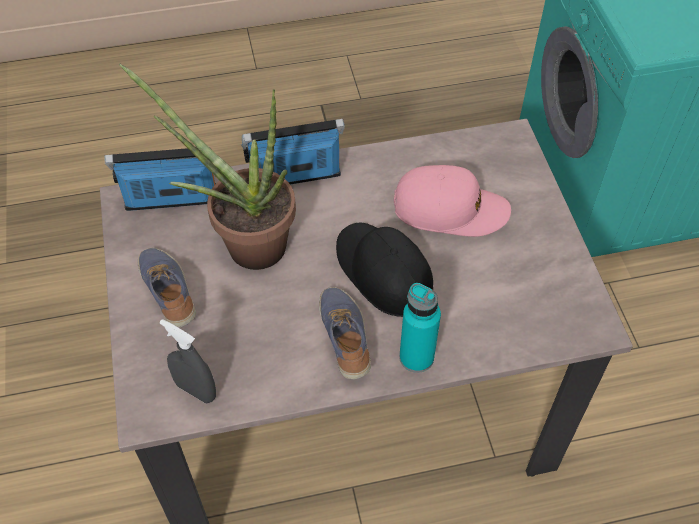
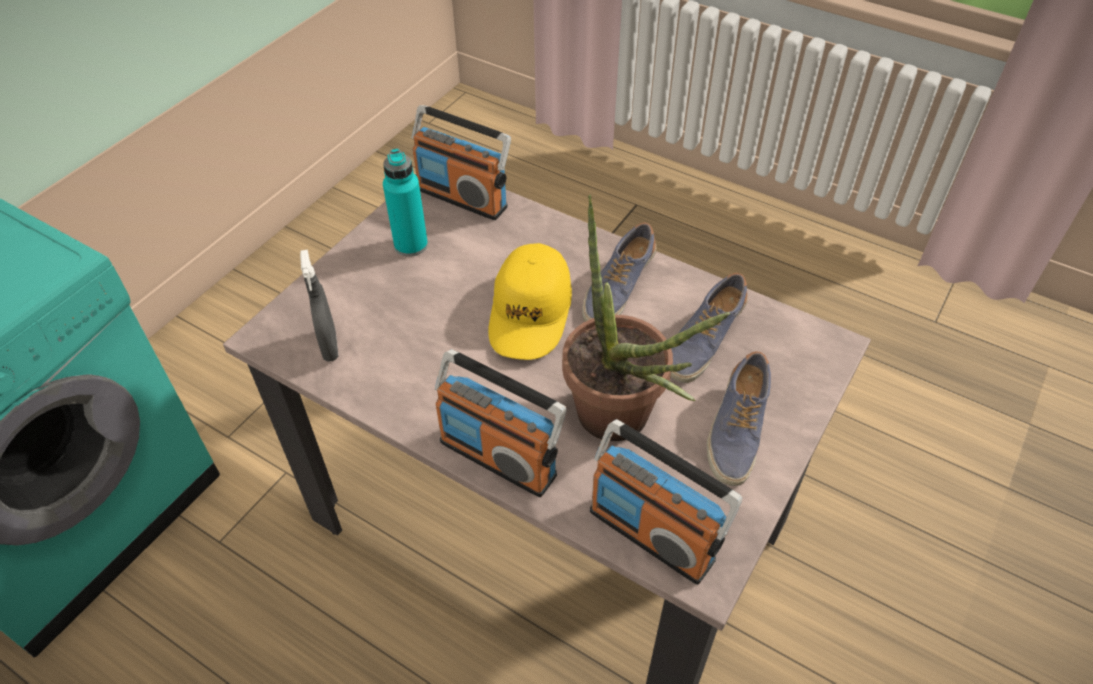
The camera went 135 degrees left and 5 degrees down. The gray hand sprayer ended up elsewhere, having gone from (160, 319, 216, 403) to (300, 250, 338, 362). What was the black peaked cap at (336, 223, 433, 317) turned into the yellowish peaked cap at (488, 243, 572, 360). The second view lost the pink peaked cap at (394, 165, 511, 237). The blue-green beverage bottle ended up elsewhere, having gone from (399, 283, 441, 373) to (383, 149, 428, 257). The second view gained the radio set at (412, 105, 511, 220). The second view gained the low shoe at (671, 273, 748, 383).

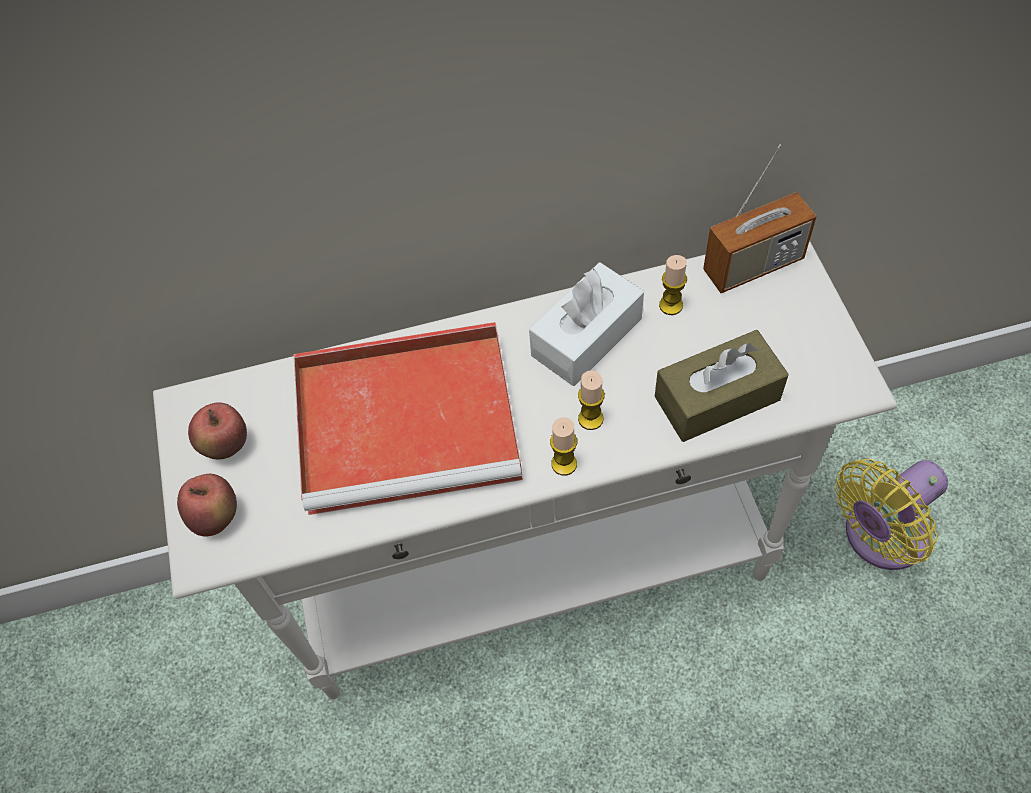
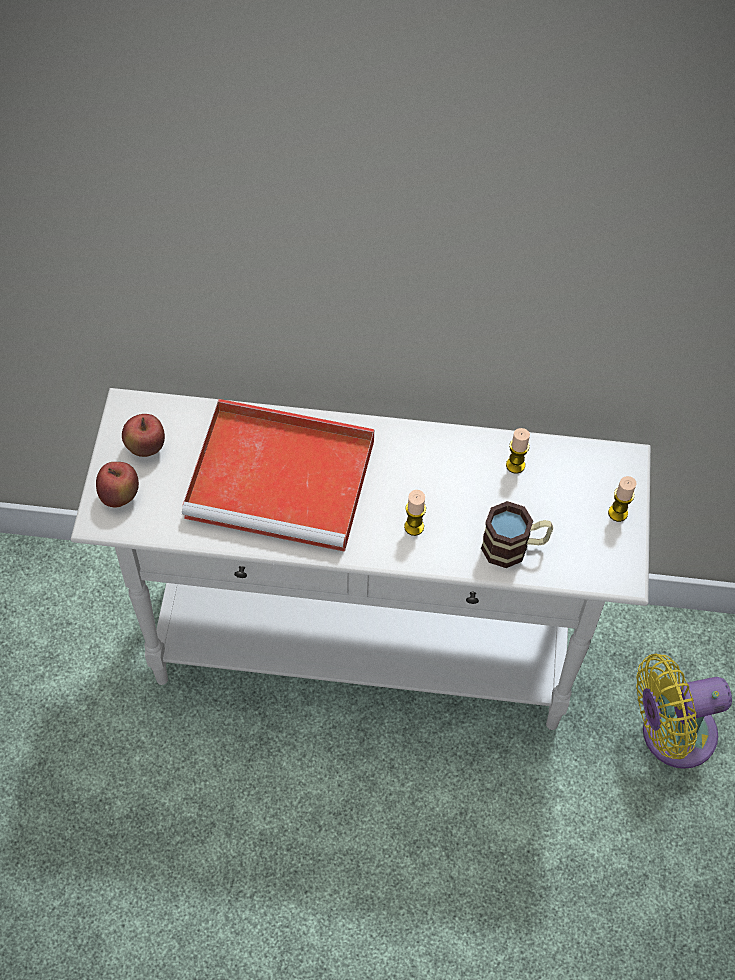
The camera went 15 degrees right and 0 degrees up. The second view lost the whitish tissue holder at (529, 262, 644, 386). The wax light ended up elsewhere, having gone from (550, 417, 577, 476) to (608, 476, 636, 522). Where the brown tissue holder stood at (655, 330, 789, 442), the tea mug came to stand at (481, 501, 553, 568). The second view lost the radio set at (703, 144, 817, 293).

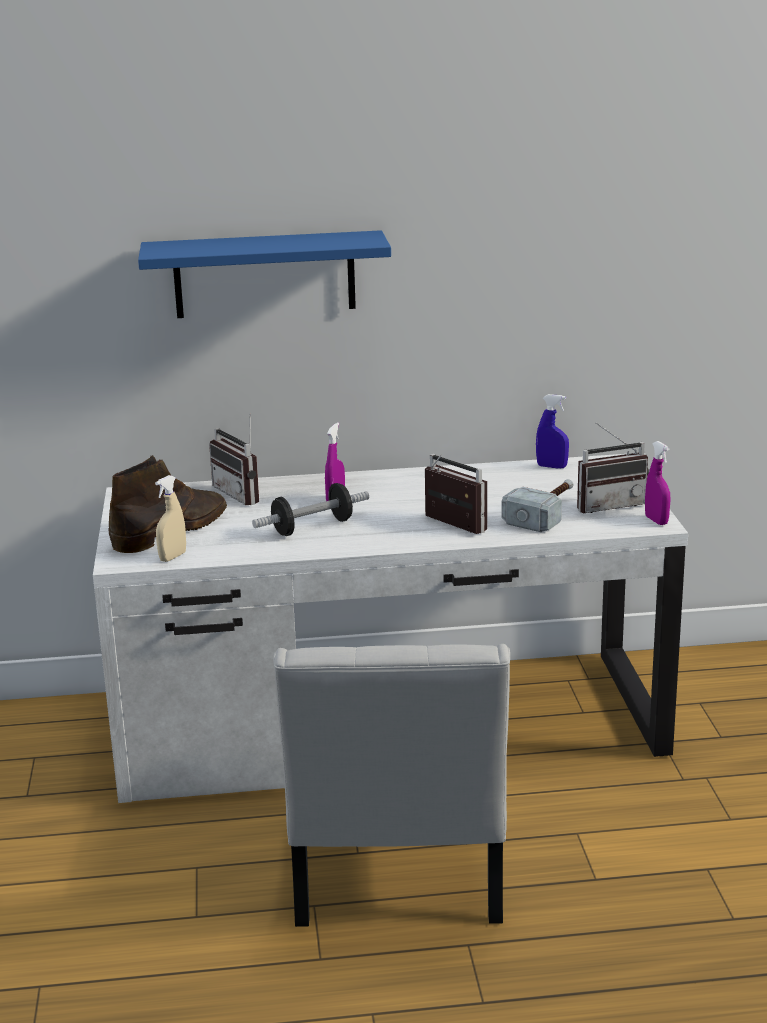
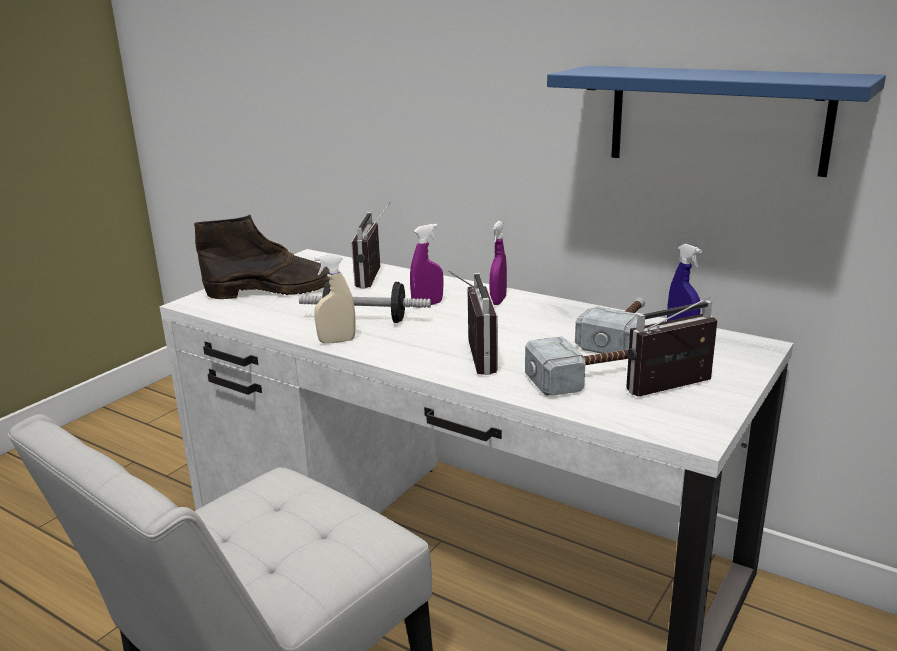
The camera went 40 degrees right and 0 degrees up. The blue-coloured shelf ended up elsewhere, having gone from (138, 230, 391, 318) to (547, 66, 886, 177). The beige-coloured hand sprayer ended up elsewhere, having gone from (155, 475, 186, 562) to (314, 254, 355, 344). The radio set at (577, 422, 649, 513) ended up facing another way, 135 degrees clockwise from before. The purplish hand sprayer ended up elsewhere, having gone from (645, 441, 671, 525) to (490, 221, 507, 305). The second view gained the hammer at (575, 297, 645, 354).

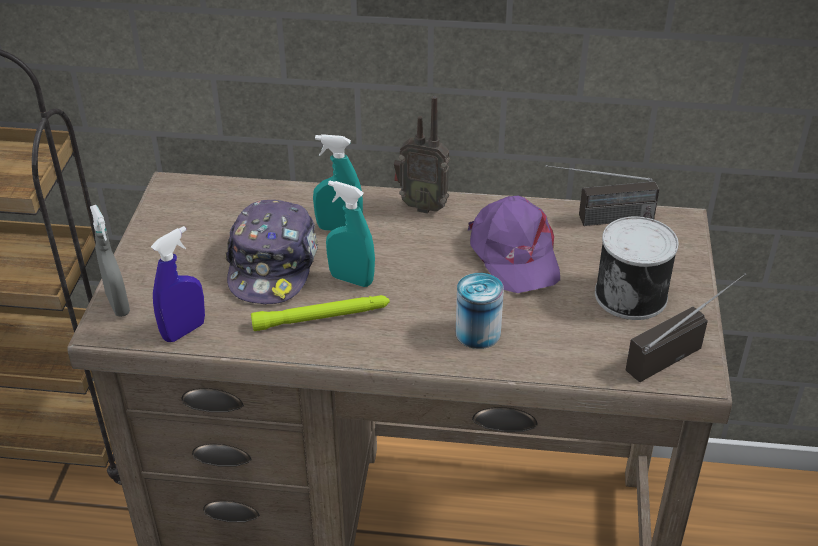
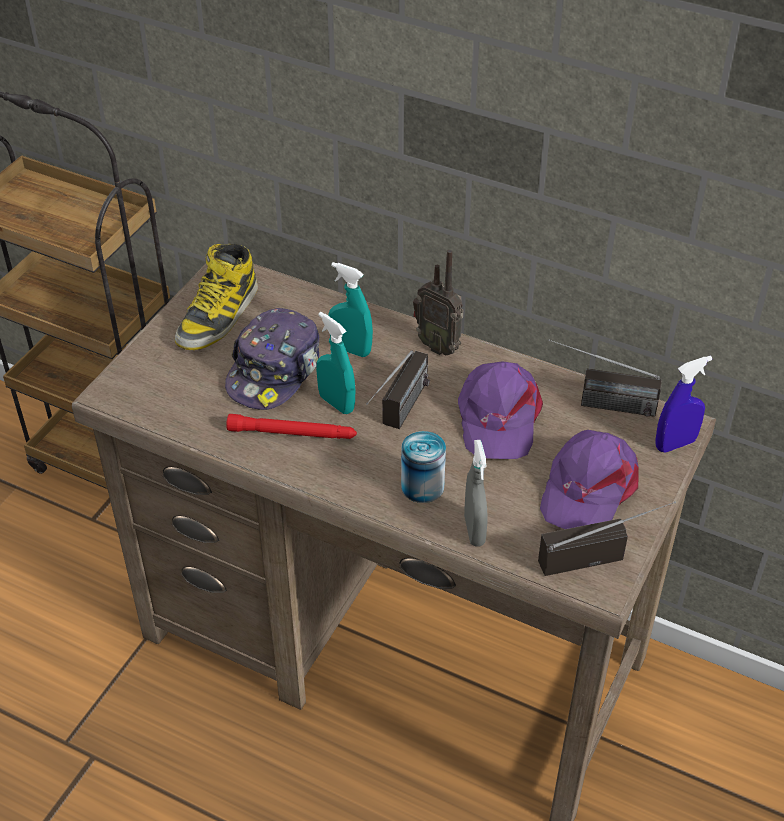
The camera went 20 degrees right and 5 degrees up. The gray hand sprayer ended up elsewhere, having gone from (90, 205, 130, 317) to (464, 440, 488, 547). The blue-coloured hand sprayer ended up elsewhere, having gone from (151, 226, 205, 342) to (656, 356, 712, 452). What was the green-coloured flashlight at (251, 295, 390, 331) turned into the red flashlight at (226, 414, 357, 439). Where the can stood at (595, 216, 679, 320), the purplish peaked cap came to stand at (540, 430, 639, 529). The second view gained the tall boot at (175, 244, 258, 350). The second view gained the radio set at (366, 351, 430, 429).

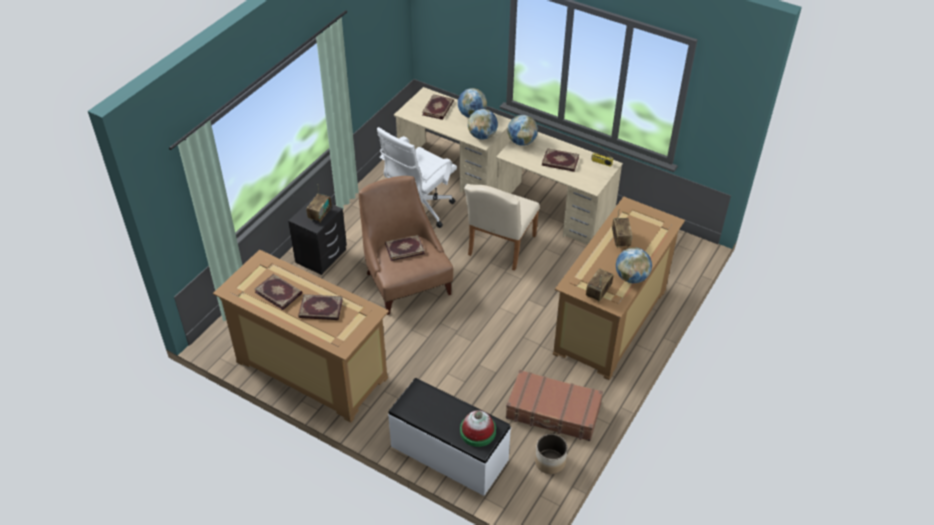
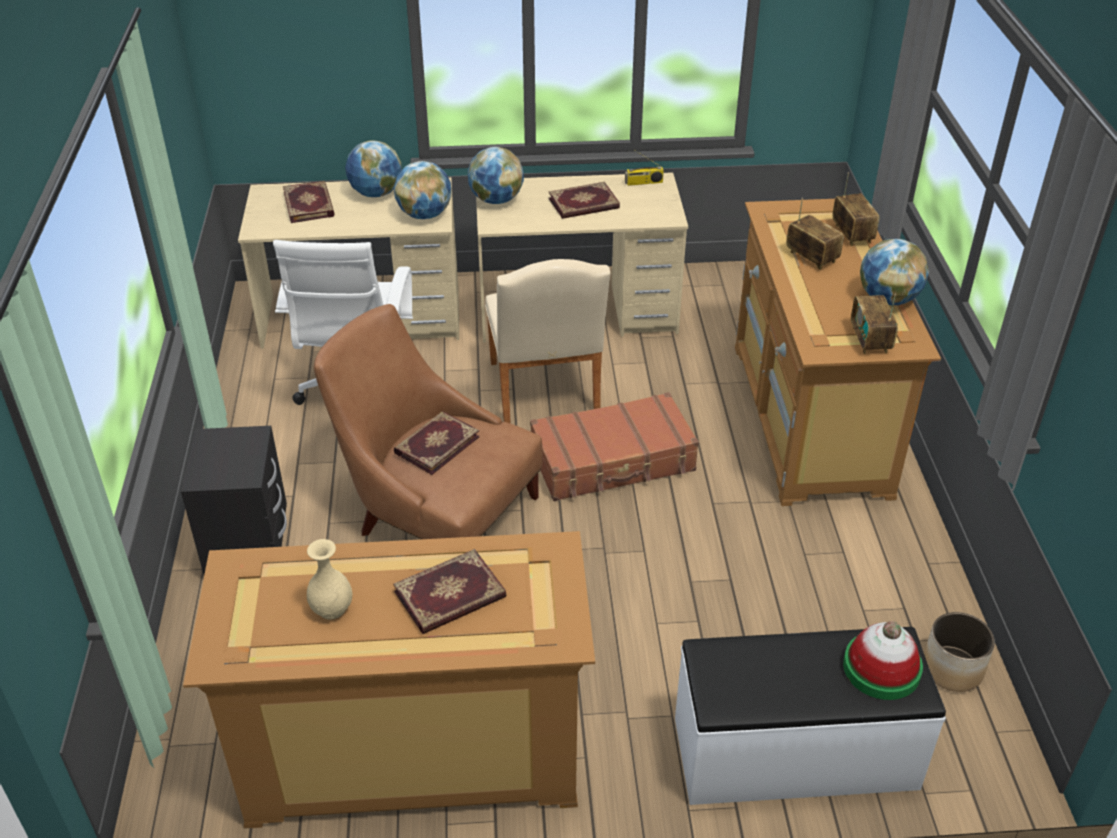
The camera went 35 degrees left and 5 degrees down. Where the bound book stood at (254, 274, 302, 310), the beige-coloured decorative vase came to stand at (307, 539, 352, 620). The radio set ended up elsewhere, having gone from (307, 184, 331, 223) to (832, 172, 879, 246). The brown suitcase ended up elsewhere, having gone from (506, 370, 603, 441) to (530, 392, 699, 501).

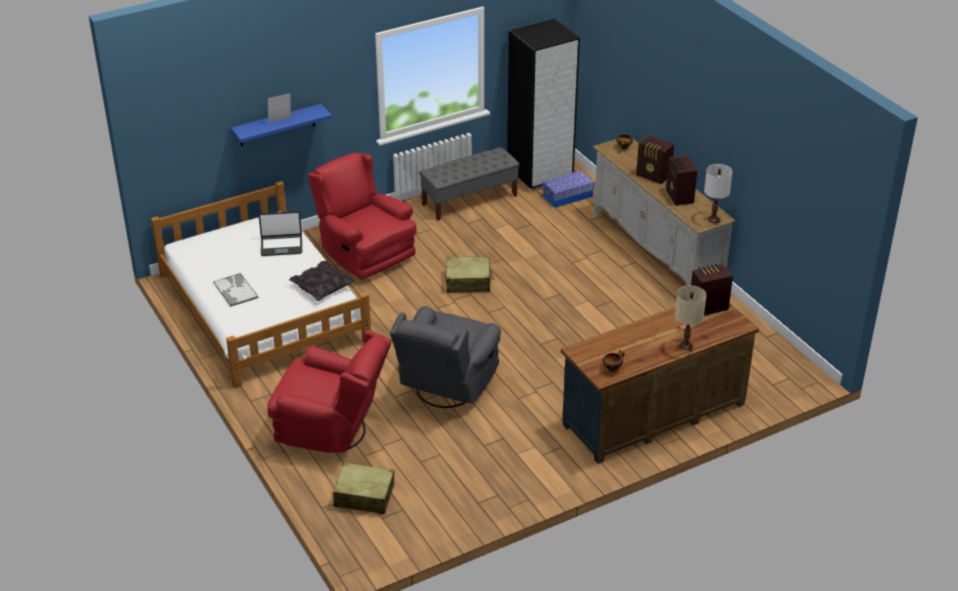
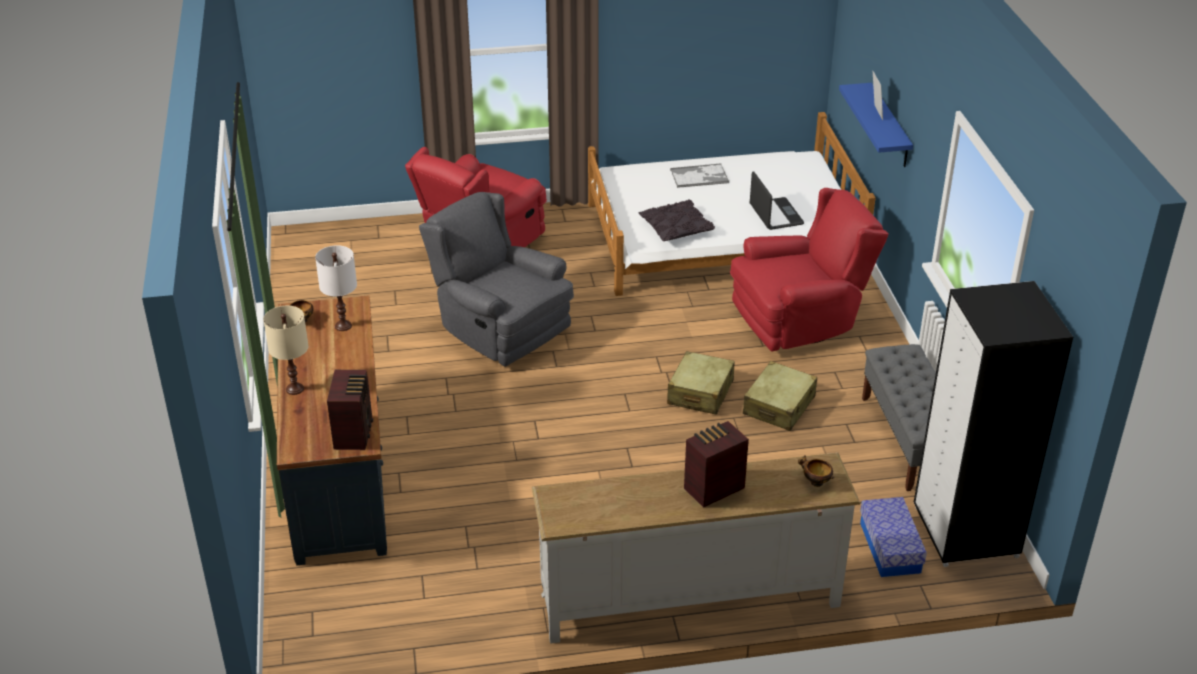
The camera went 110 degrees right and 0 degrees up. The notebook computer at (258, 211, 302, 256) ended up facing another way, 150 degrees clockwise from before. The beige-coloured suitcase ended up elsewhere, having gone from (333, 462, 394, 514) to (743, 361, 817, 431). The second view lost the radio set at (666, 155, 697, 206). The whitish tabletop lamp ended up elsewhere, having gone from (704, 164, 733, 223) to (315, 245, 357, 331).

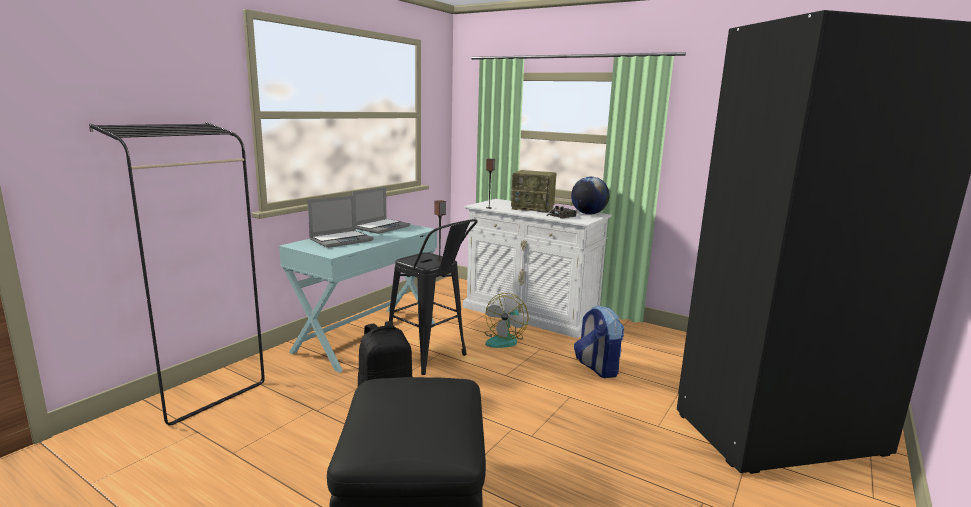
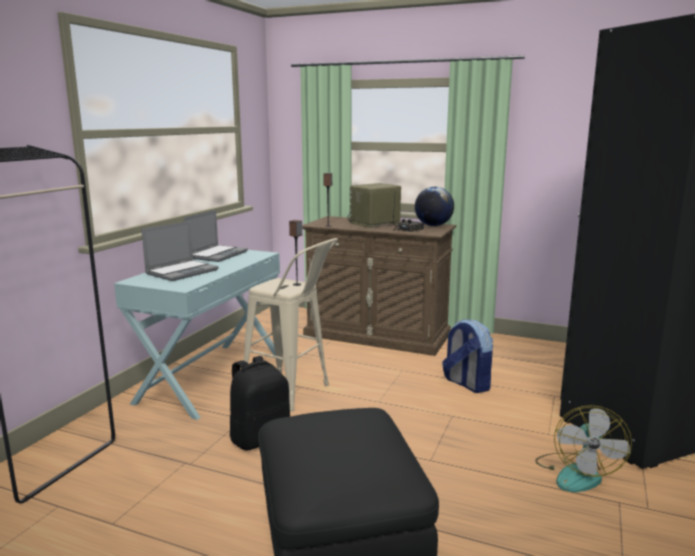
The camera went 10 degrees left and 0 degrees up. What was the black sitting stool at (389, 219, 478, 375) turned into the beige-coloured sitting stool at (244, 238, 338, 412). What was the whitish chest of drawers at (463, 199, 612, 338) turned into the brown chest of drawers at (302, 216, 456, 356). The electric fan ended up elsewhere, having gone from (485, 293, 529, 348) to (535, 405, 632, 492). The radio set at (511, 170, 557, 213) ended up facing another way, 135 degrees clockwise from before.

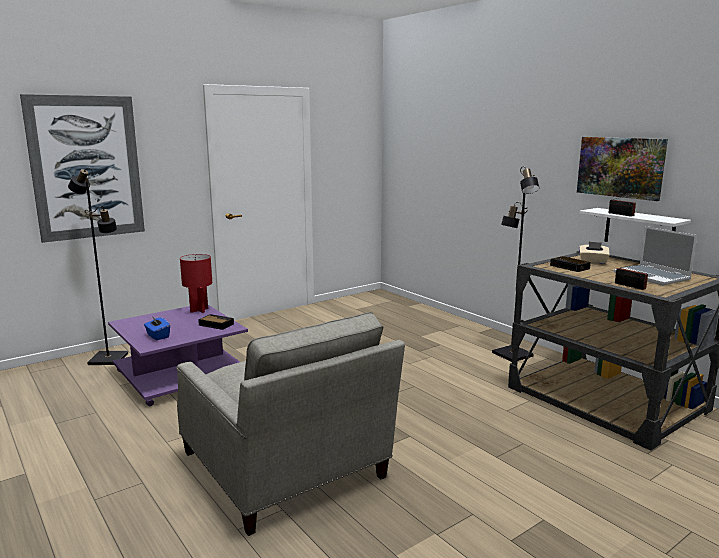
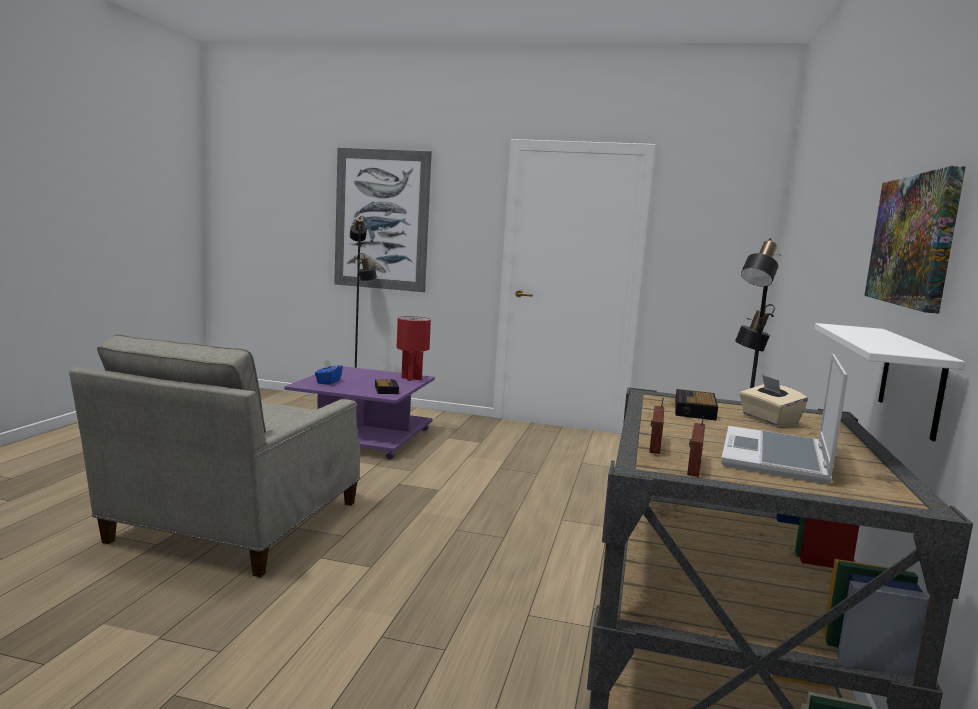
The camera went 50 degrees right and 5 degrees down. The radio set ended up elsewhere, having gone from (608, 193, 637, 217) to (687, 416, 705, 477).

